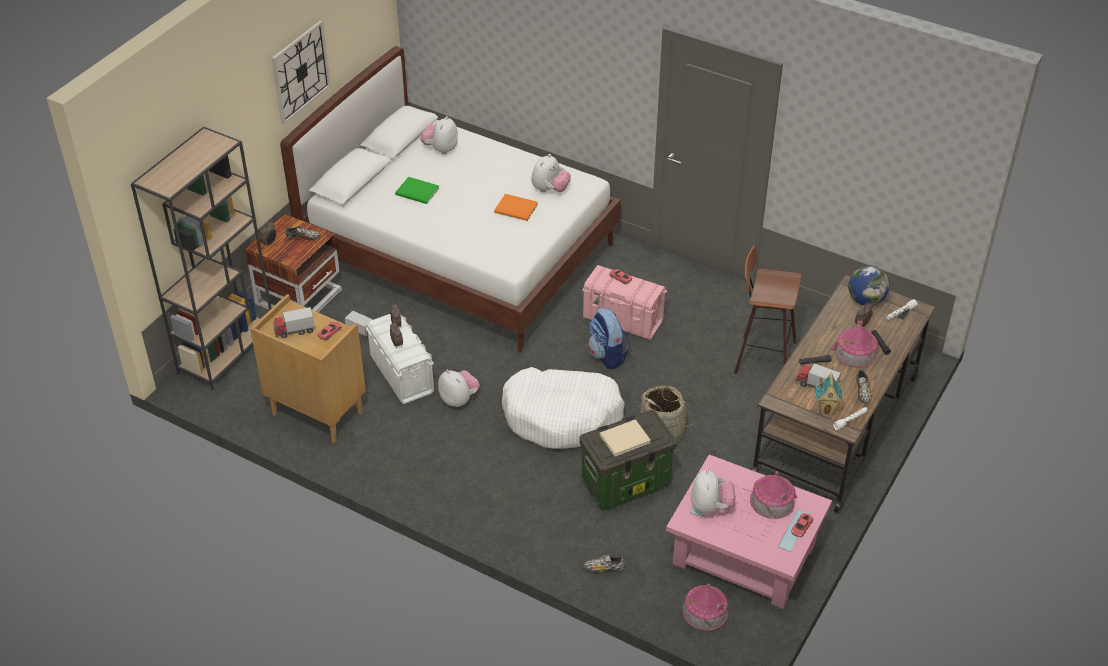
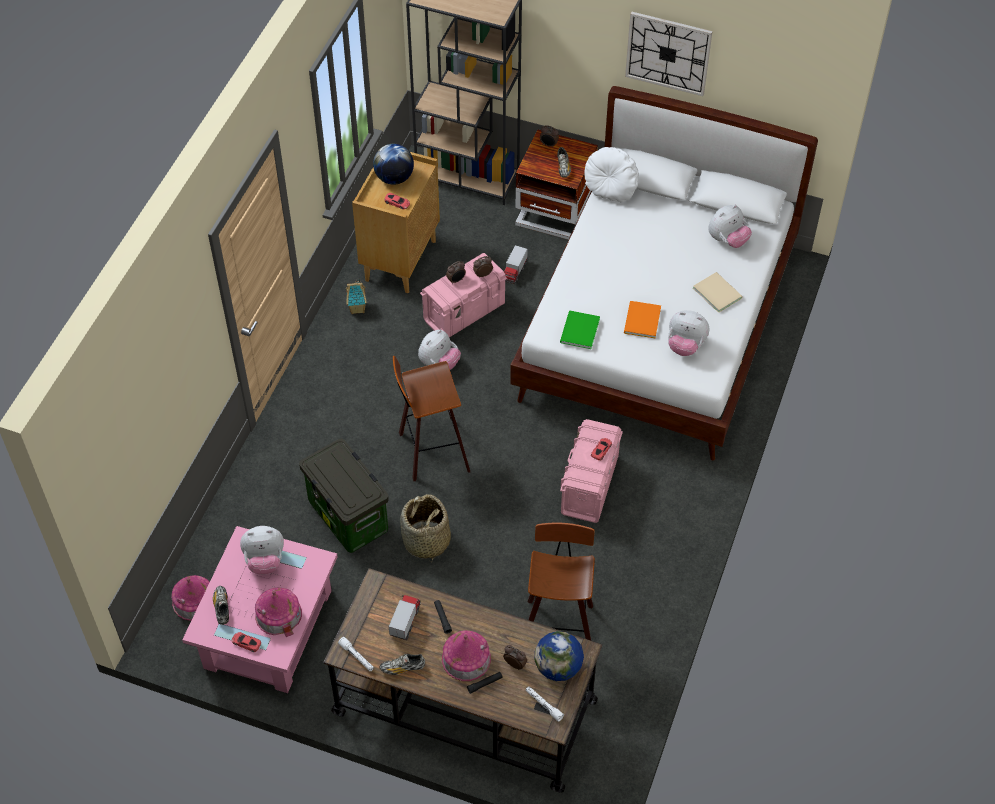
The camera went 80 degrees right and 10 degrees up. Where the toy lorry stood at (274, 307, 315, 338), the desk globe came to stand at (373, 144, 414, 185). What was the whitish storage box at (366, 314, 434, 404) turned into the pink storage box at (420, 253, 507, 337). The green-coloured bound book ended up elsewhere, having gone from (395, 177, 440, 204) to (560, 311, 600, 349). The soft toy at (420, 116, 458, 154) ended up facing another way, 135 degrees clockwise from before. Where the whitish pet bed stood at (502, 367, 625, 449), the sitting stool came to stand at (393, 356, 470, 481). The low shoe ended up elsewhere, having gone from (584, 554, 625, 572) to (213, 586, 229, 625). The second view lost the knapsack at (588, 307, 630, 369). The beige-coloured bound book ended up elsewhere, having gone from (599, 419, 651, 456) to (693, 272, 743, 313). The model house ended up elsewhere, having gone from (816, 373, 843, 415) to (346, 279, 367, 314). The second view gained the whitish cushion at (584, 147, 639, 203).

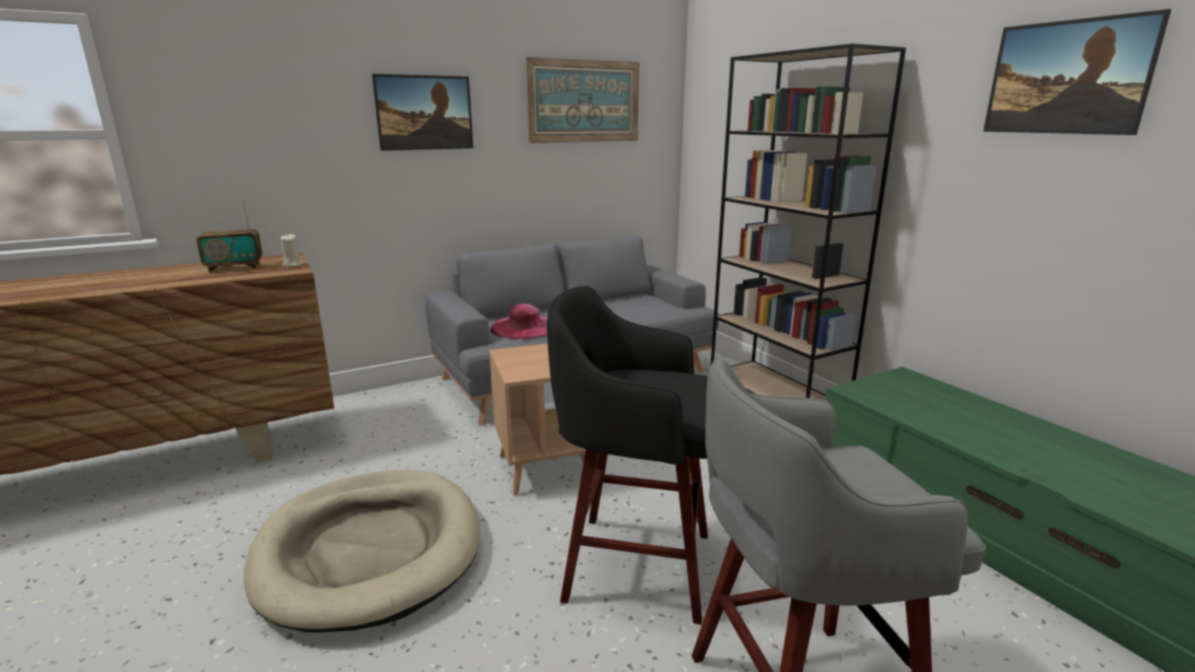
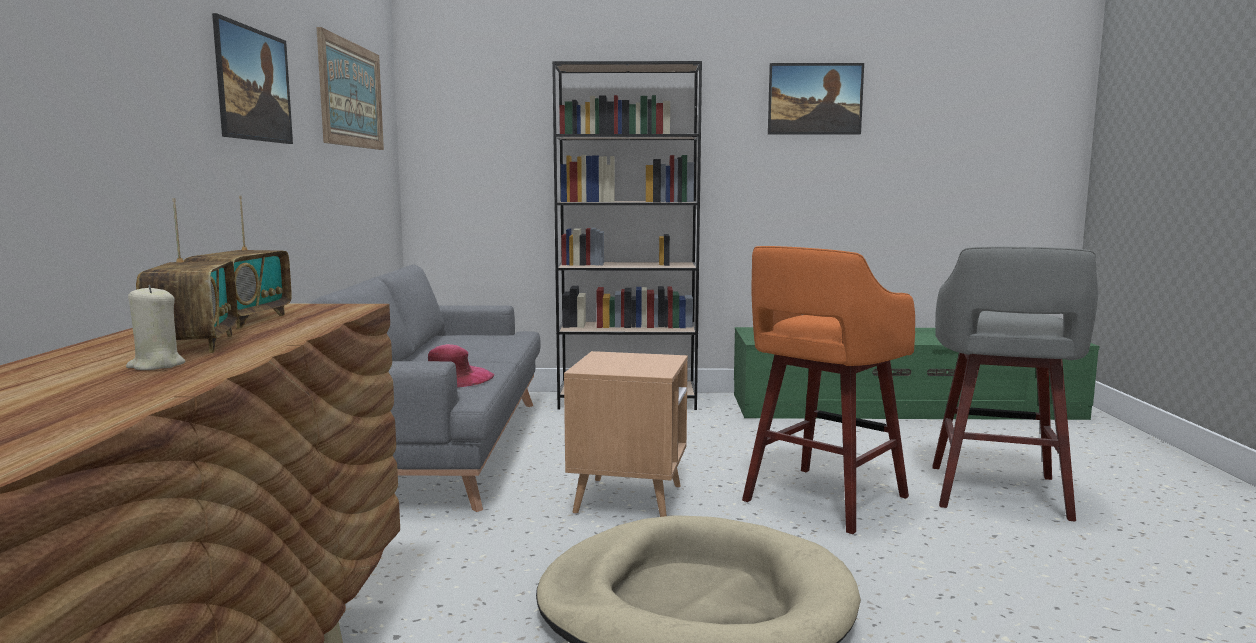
The camera went 60 degrees left and 10 degrees down. The beige-coloured wax light ended up elsewhere, having gone from (281, 234, 303, 267) to (126, 285, 185, 370). What was the black sitting stool at (547, 286, 708, 625) turned into the orange sitting stool at (742, 246, 915, 534). The second view gained the radio set at (136, 198, 238, 353).

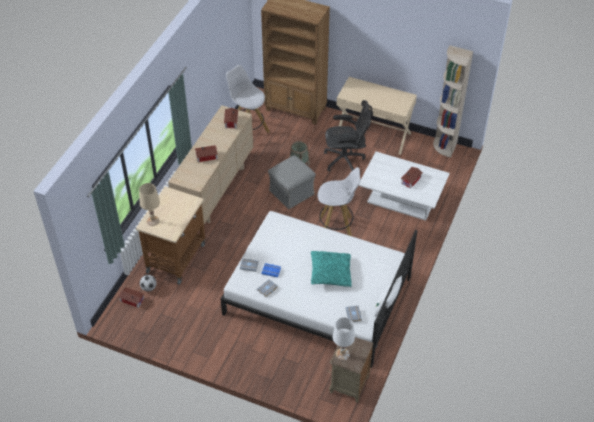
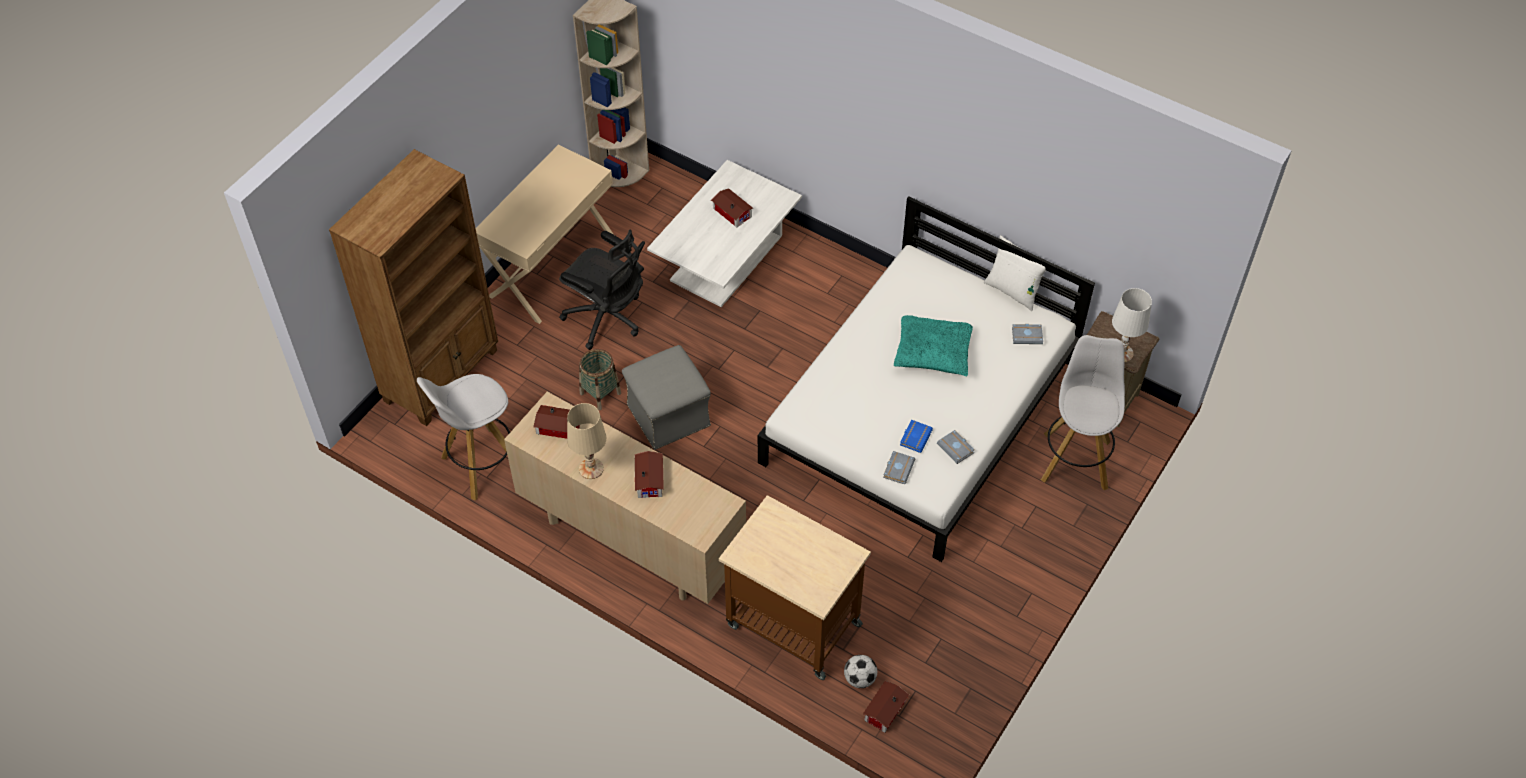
The camera went 80 degrees left and 5 degrees up. The beige-coloured tabletop lamp ended up elsewhere, having gone from (139, 183, 160, 226) to (567, 403, 606, 479). The whitish sitting stool ended up elsewhere, having gone from (318, 167, 361, 236) to (1041, 335, 1125, 490). The computer chair at (324, 100, 373, 172) ended up facing another way, 120 degrees clockwise from before.

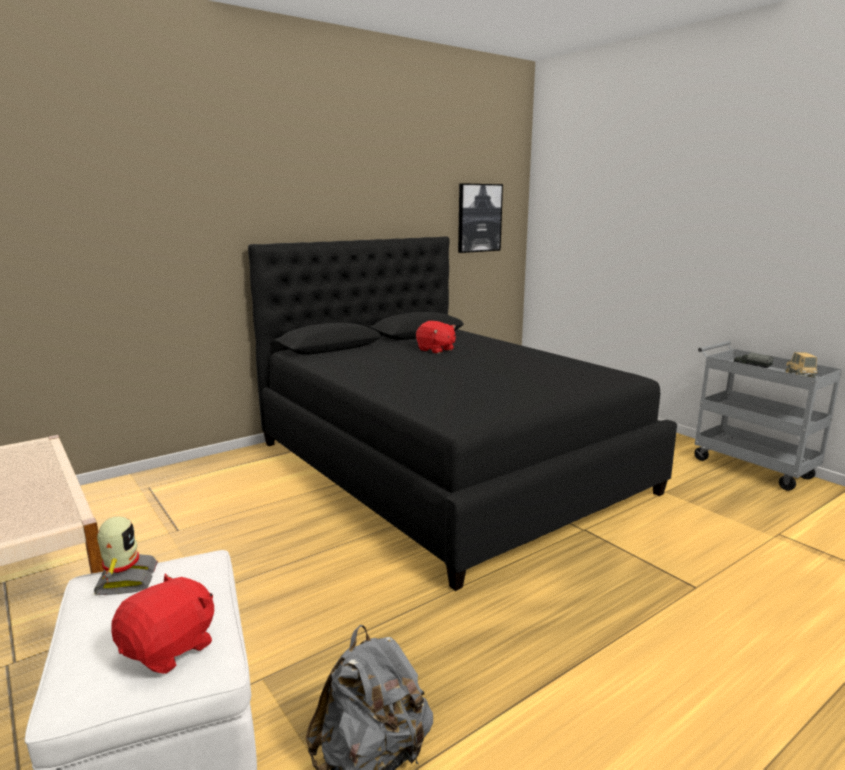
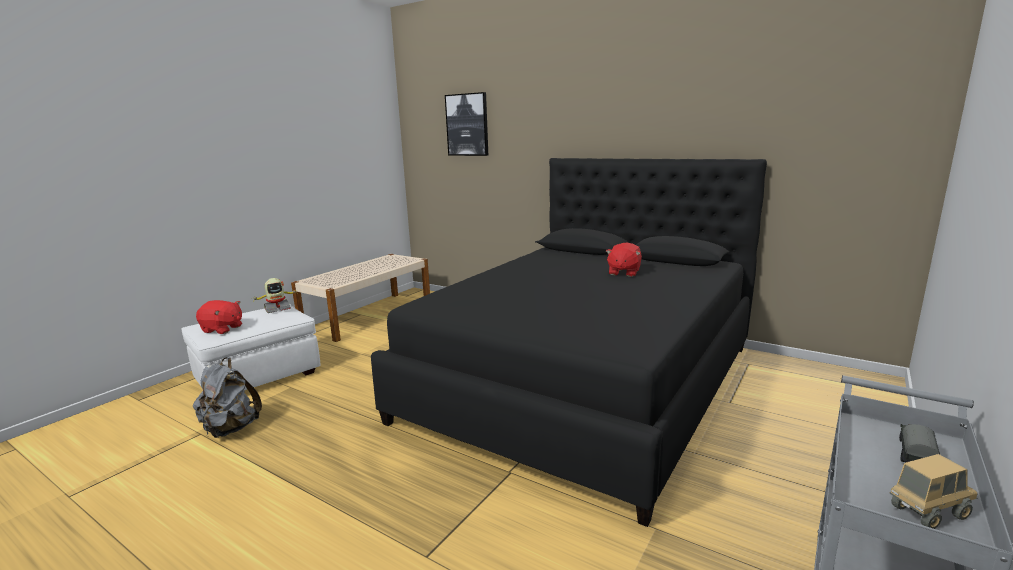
The camera went 70 degrees right and 0 degrees up. The wall picture ended up elsewhere, having gone from (458, 183, 503, 253) to (445, 92, 488, 156).

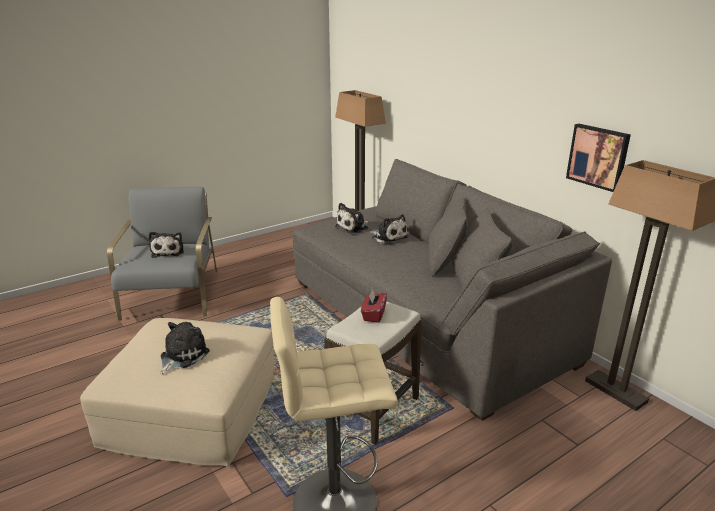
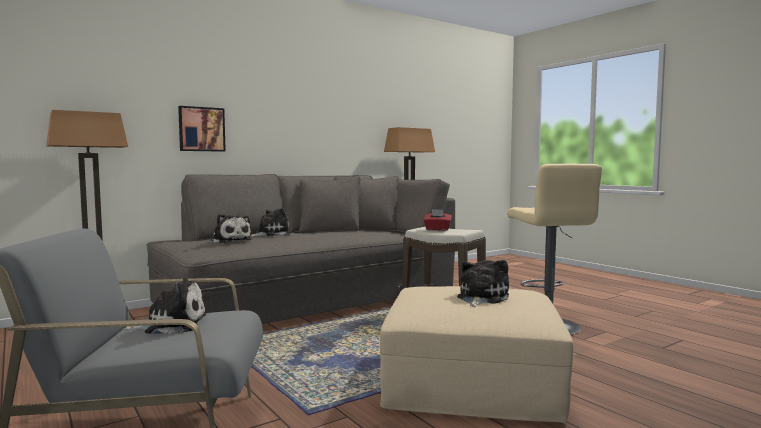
The camera went 90 degrees left and 20 degrees down. The soft toy at (160, 322, 210, 374) ended up facing another way, 90 degrees clockwise from before. The wall picture ended up elsewhere, having gone from (566, 124, 631, 192) to (178, 106, 226, 152).

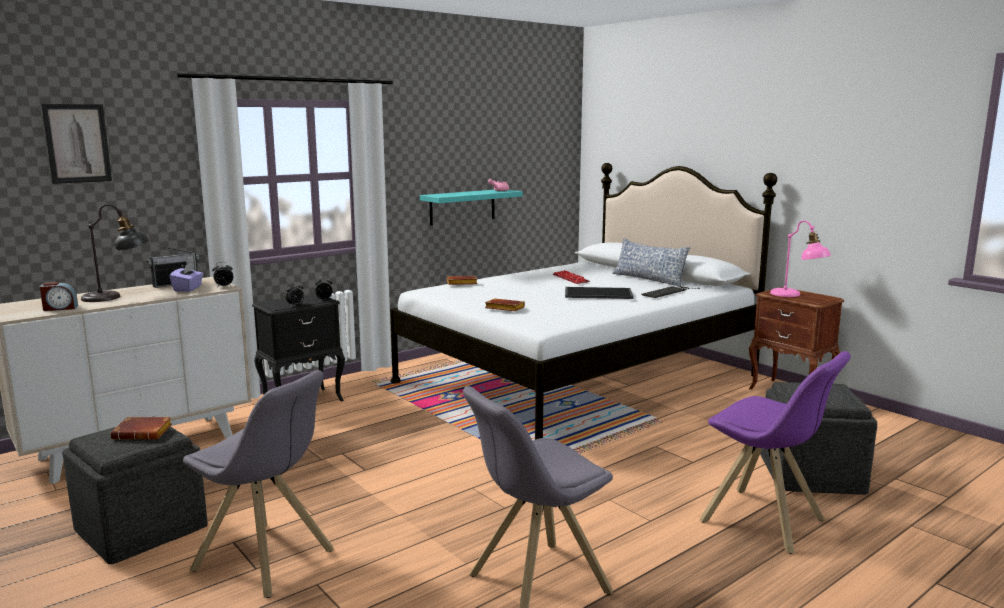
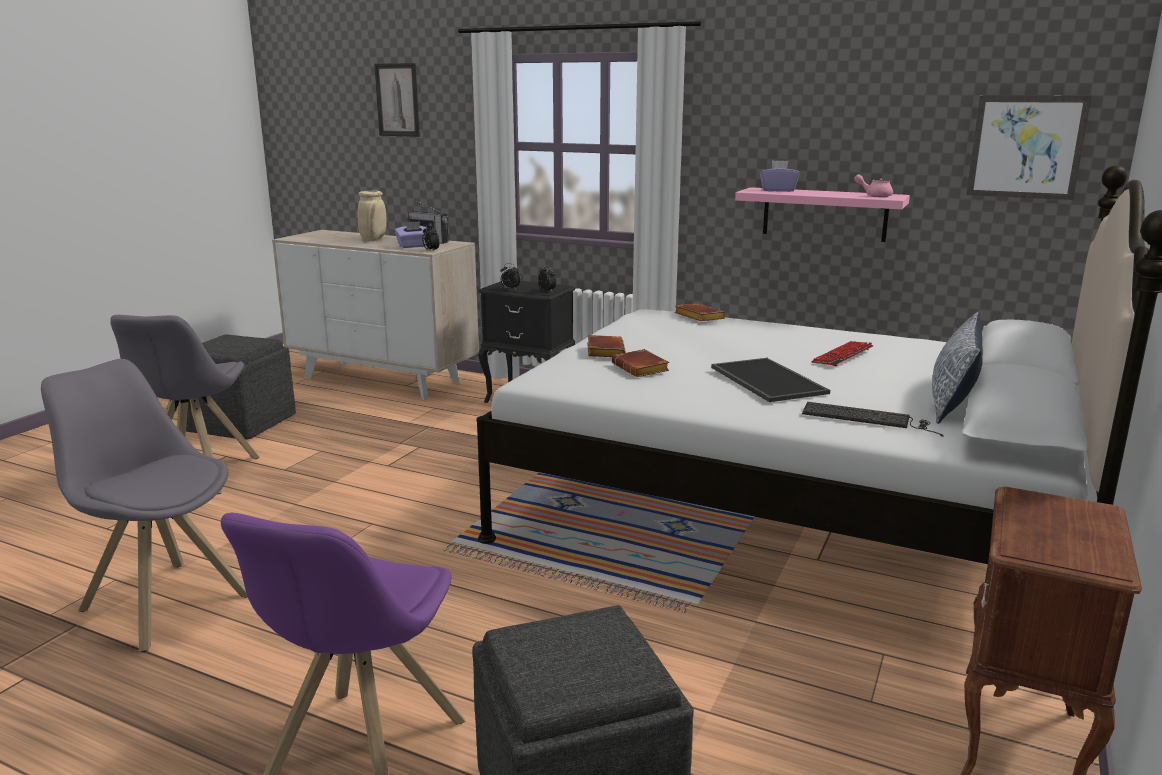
The camera went 65 degrees right and 5 degrees up. The second view lost the alarm clock at (40, 282, 78, 311). Where the gray tabletop lamp stood at (81, 204, 150, 302), the beige-coloured decorative vase came to stand at (358, 190, 387, 241). The brown bound book ended up elsewhere, having gone from (110, 417, 172, 440) to (612, 349, 669, 377). What was the blue-green shelf at (420, 190, 523, 226) turned into the pink shelf at (735, 187, 910, 242). The second view lost the pink tabletop lamp at (770, 220, 831, 297). The second view gained the purplish tissue holder at (760, 160, 800, 192). The second view gained the wall picture at (966, 95, 1092, 200).

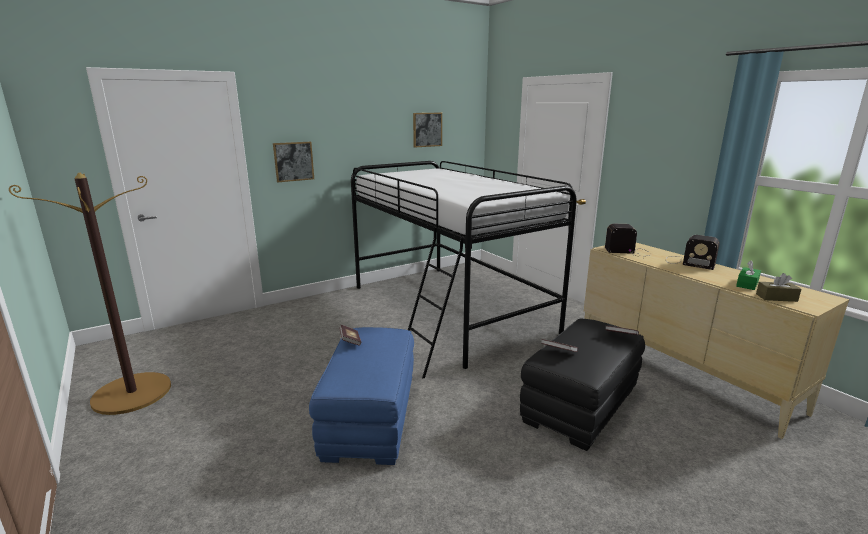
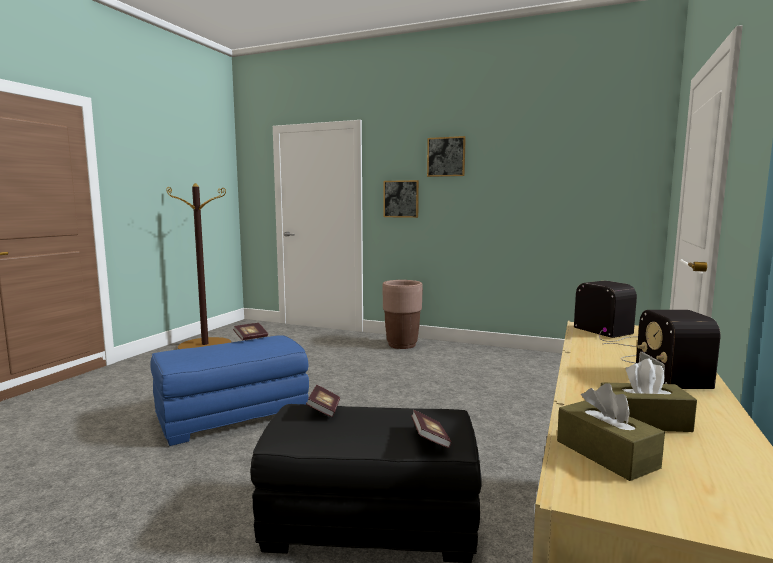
The camera went 55 degrees right and 10 degrees down. The second view lost the black bedroom bed at (351, 161, 577, 378). The wall picture ended up elsewhere, having gone from (413, 113, 442, 148) to (427, 136, 466, 177). What was the green-coloured tissue holder at (736, 260, 761, 290) turned into the brown tissue holder at (600, 358, 697, 432). The second view gained the brown plant pot at (382, 280, 423, 349).

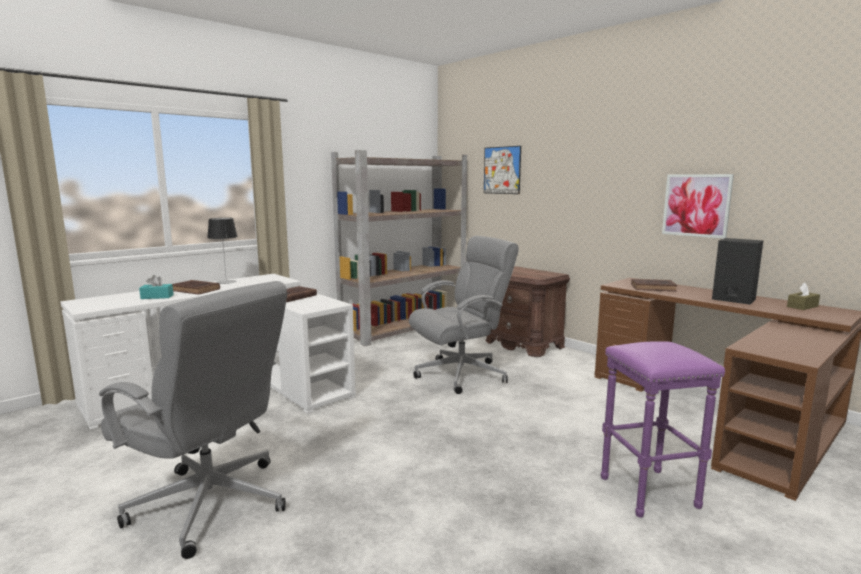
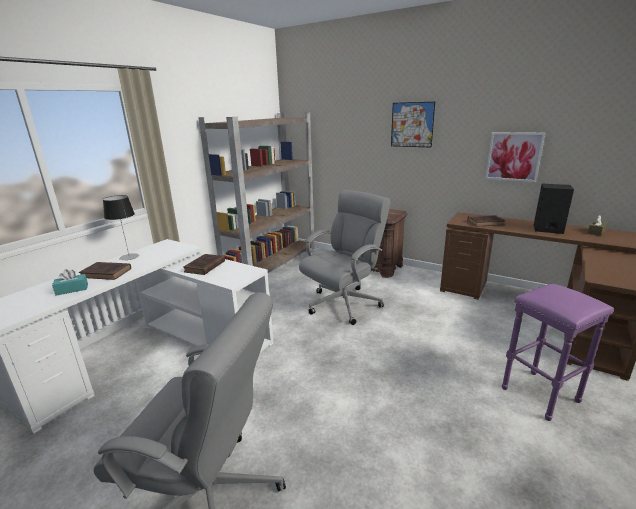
The camera went 15 degrees left and 10 degrees up. The wall picture ended up elsewhere, having gone from (484, 146, 521, 194) to (391, 102, 435, 148).

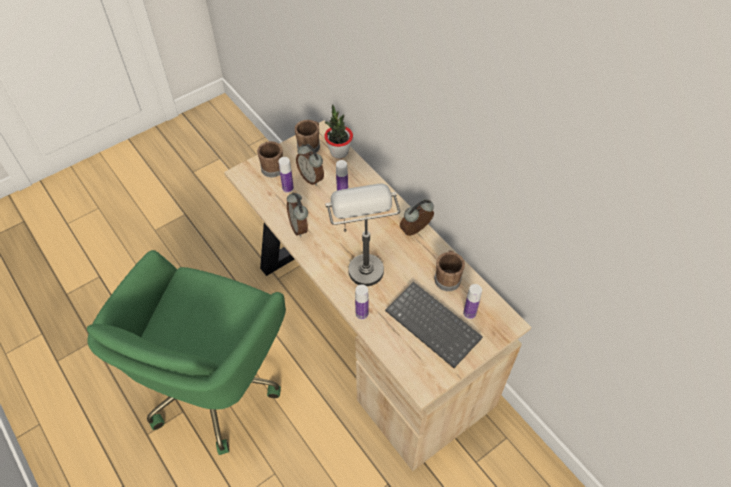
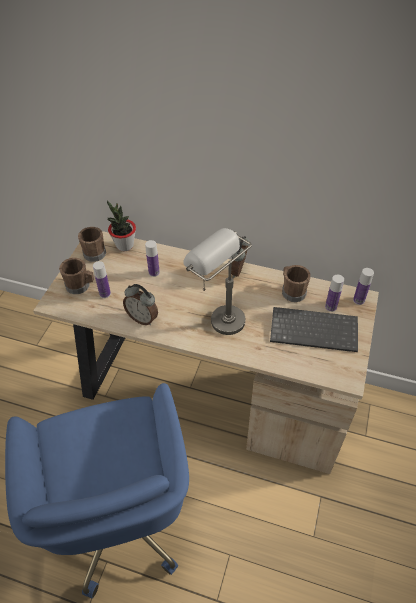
The camera went 35 degrees left and 5 degrees down. What was the green-coloured computer chair at (87, 250, 286, 455) turned into the blue-coloured computer chair at (5, 383, 189, 598). The second view lost the alarm clock at (296, 144, 324, 186). The beverage bottle ended up elsewhere, having gone from (355, 284, 369, 320) to (353, 268, 374, 305).

